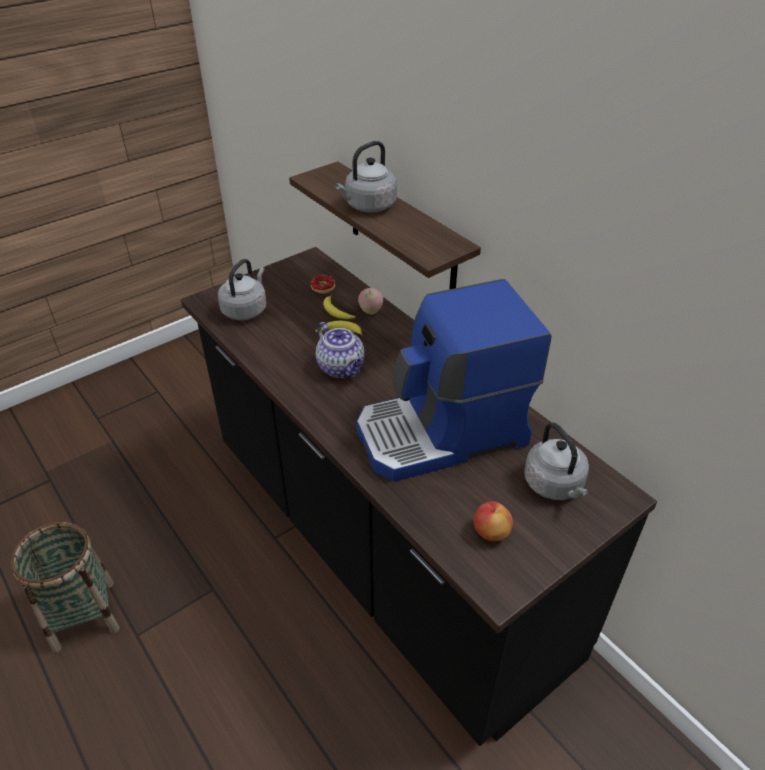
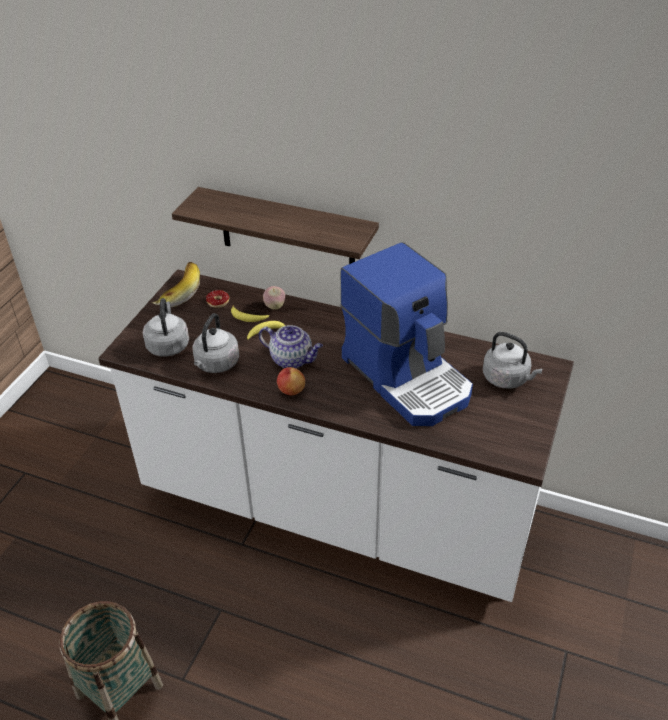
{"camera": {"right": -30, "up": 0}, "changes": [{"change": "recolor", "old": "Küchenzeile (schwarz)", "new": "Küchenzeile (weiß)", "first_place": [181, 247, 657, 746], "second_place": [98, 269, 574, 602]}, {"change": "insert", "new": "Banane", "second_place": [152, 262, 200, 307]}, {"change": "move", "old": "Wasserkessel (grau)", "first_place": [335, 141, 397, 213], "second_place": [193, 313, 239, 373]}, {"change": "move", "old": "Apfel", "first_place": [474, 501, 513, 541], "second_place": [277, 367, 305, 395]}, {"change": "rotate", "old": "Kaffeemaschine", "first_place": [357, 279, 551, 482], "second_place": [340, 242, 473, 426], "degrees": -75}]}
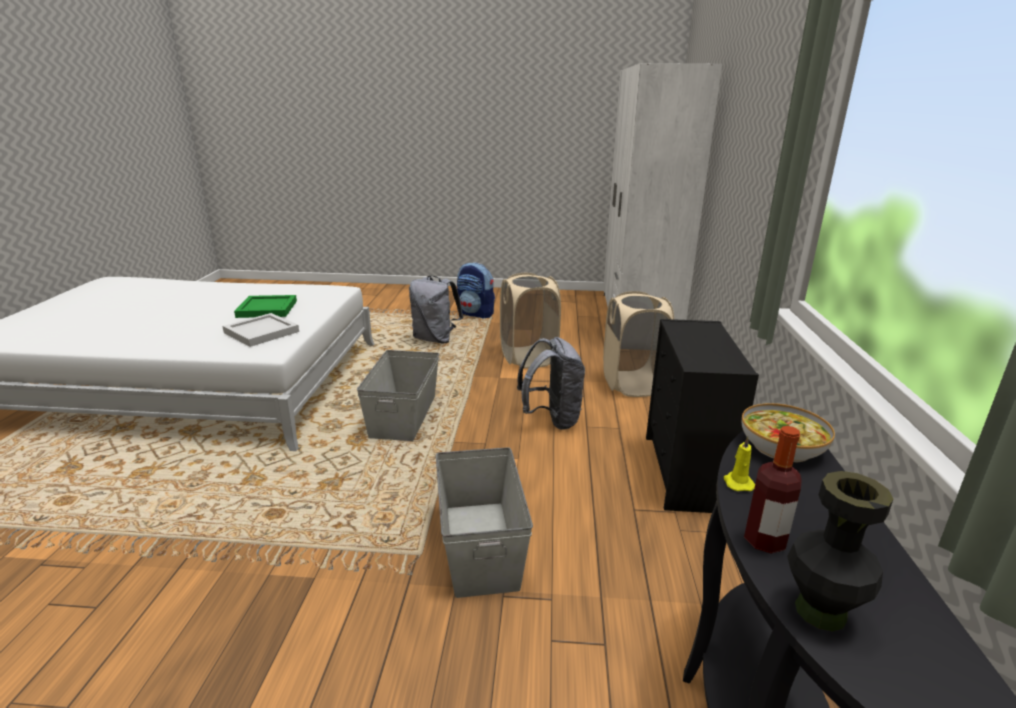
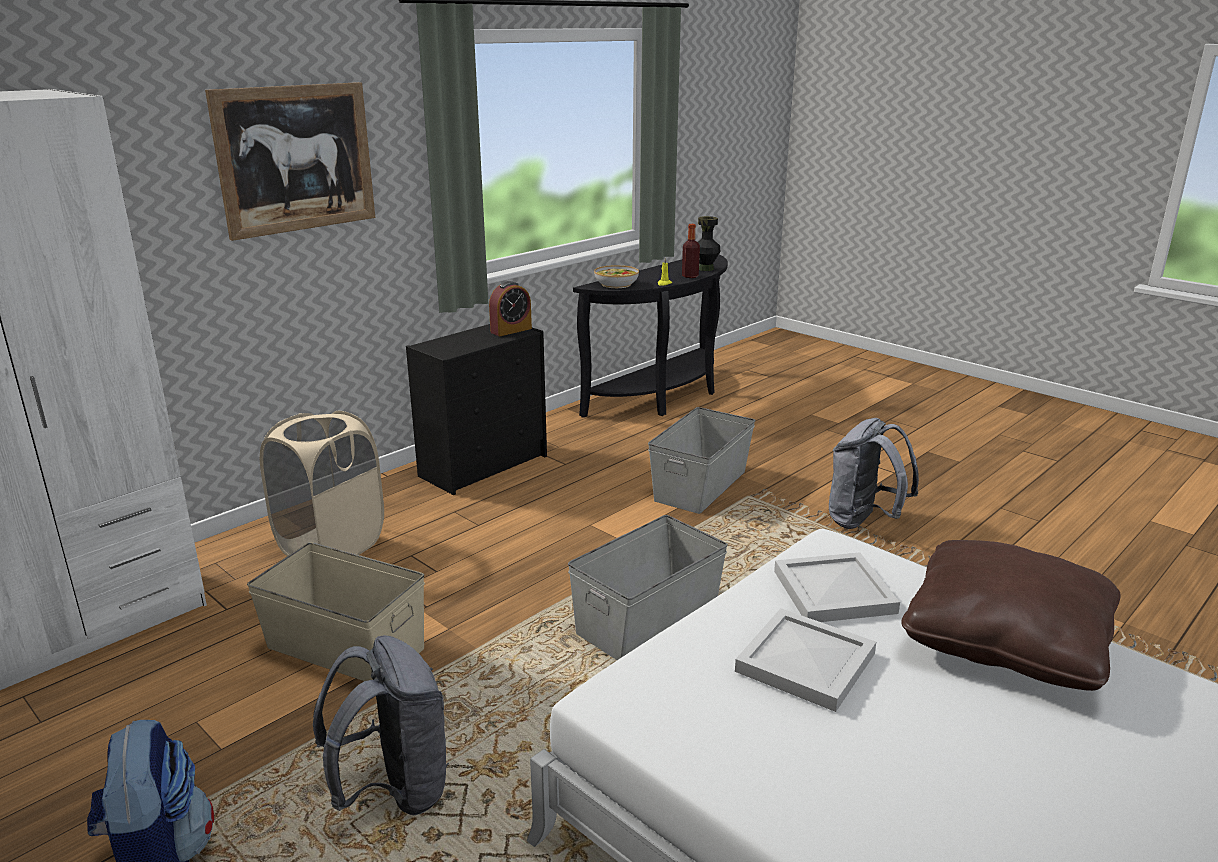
{"camera": {"right": -140, "up": 0}, "changes": [{"change": "insert", "new": "Bild", "second_place": [205, 82, 375, 241]}, {"change": "replace", "old": "Wäschekorb (beige)", "new": "Aufbewahrungsbox (beige)", "first_place": [500, 273, 561, 368], "second_place": [247, 542, 425, 681]}, {"change": "insert", "new": "Wecker", "second_place": [489, 281, 532, 336]}, {"change": "recolor", "old": "Tablett (grün)", "new": "Tablett (weiß)", "first_place": [234, 295, 297, 318], "second_place": [735, 608, 876, 712]}, {"change": "move", "old": "Rucksack (grau)", "first_place": [517, 337, 585, 430], "second_place": [829, 418, 919, 529]}, {"change": "insert", "new": "Kissen (braun)", "second_place": [901, 540, 1121, 691]}]}
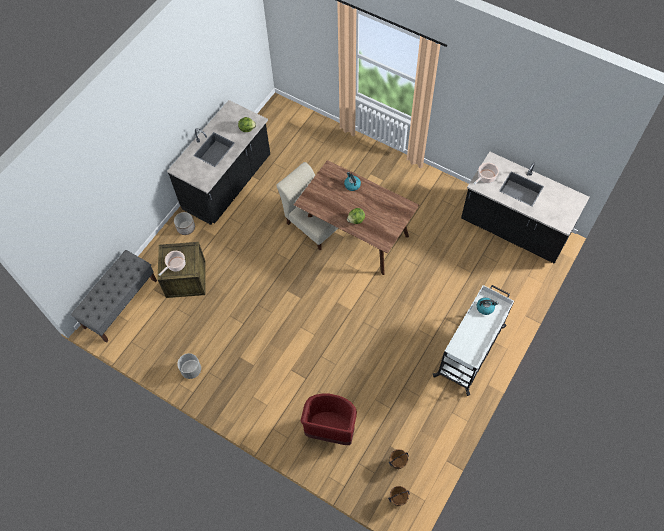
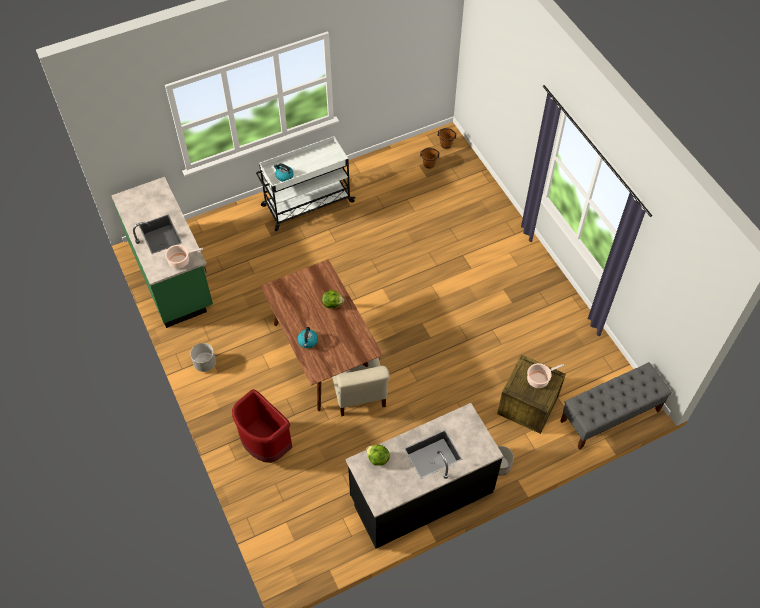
{"camera": {"right": -150, "up": -5}, "changes": [{"change": "recolor", "old": "Küchenzeile (schwarz)", "new": "Küchenzeile (grün)", "first_place": [461, 152, 590, 264], "second_place": [111, 177, 213, 328]}, {"change": "move", "old": "Pflanzkübel (grau)", "first_place": [177, 353, 201, 379], "second_place": [190, 343, 216, 372]}, {"change": "move", "old": "Mülleimer (rot)", "first_place": [301, 393, 357, 445], "second_place": [232, 389, 292, 463]}]}
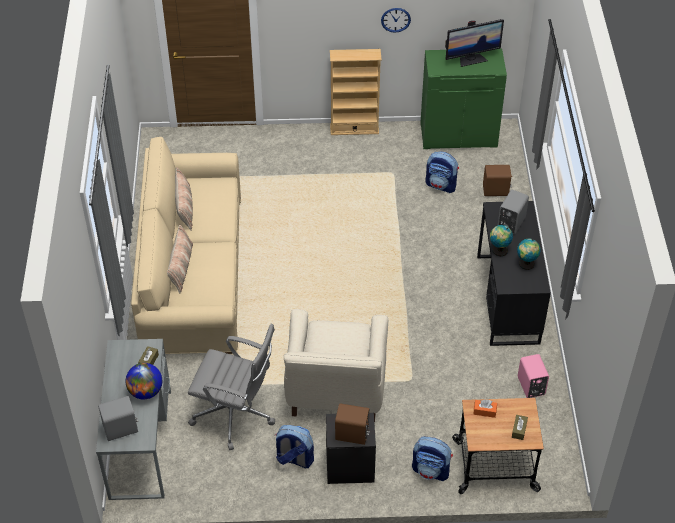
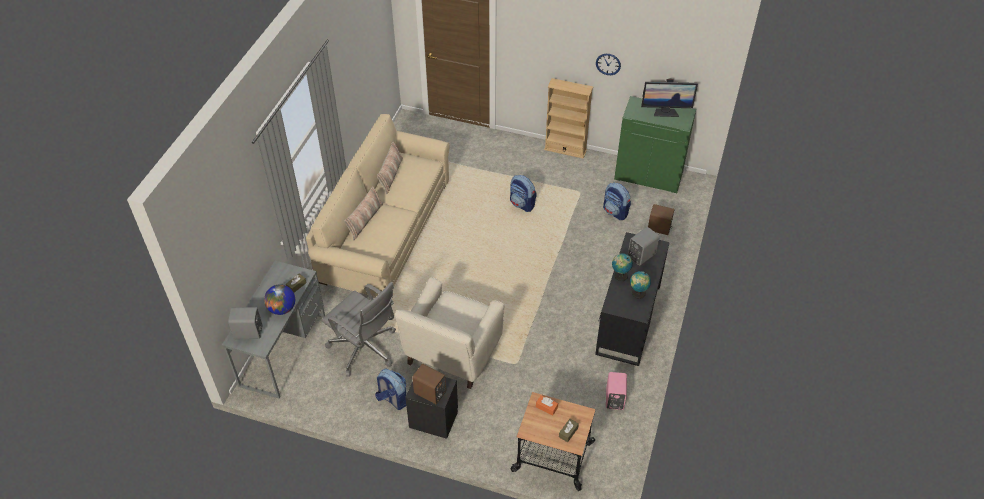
{"camera": {"right": 20, "up": 0}, "changes": [{"change": "move", "old": "Rucksack", "first_place": [412, 437, 453, 481], "second_place": [510, 175, 536, 212]}]}
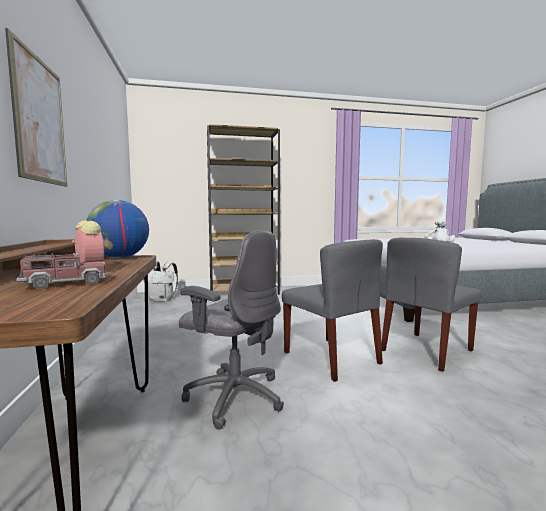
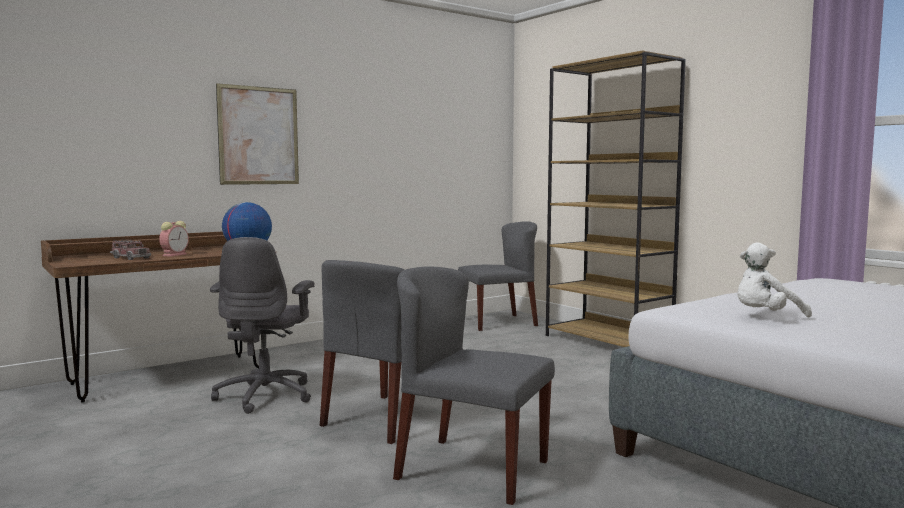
{"camera": {"right": 65, "up": 0}, "changes": [{"change": "replace", "old": "Rucksack (weiß)", "new": "Stuhl (grau)", "first_place": [143, 261, 178, 302], "second_place": [458, 221, 538, 331]}]}
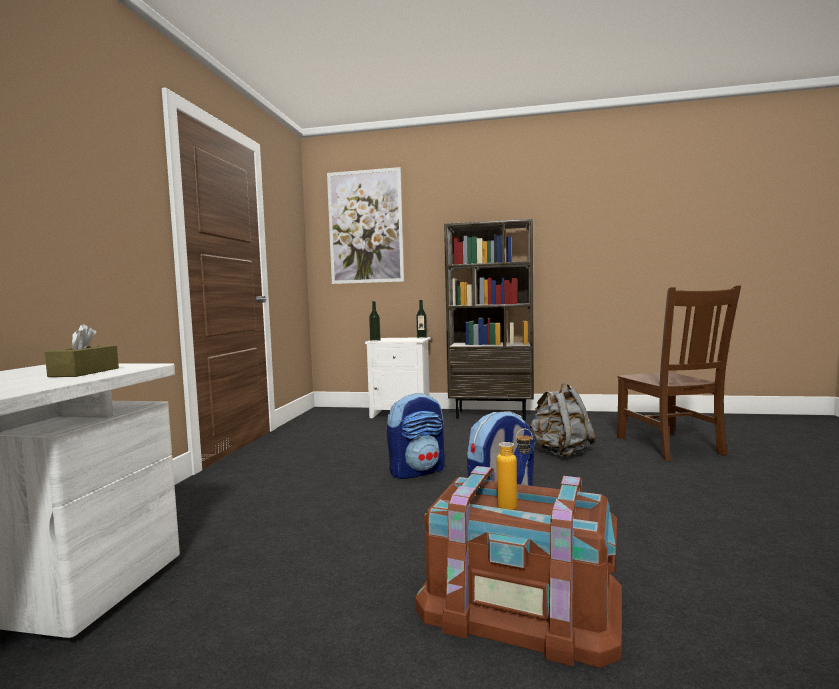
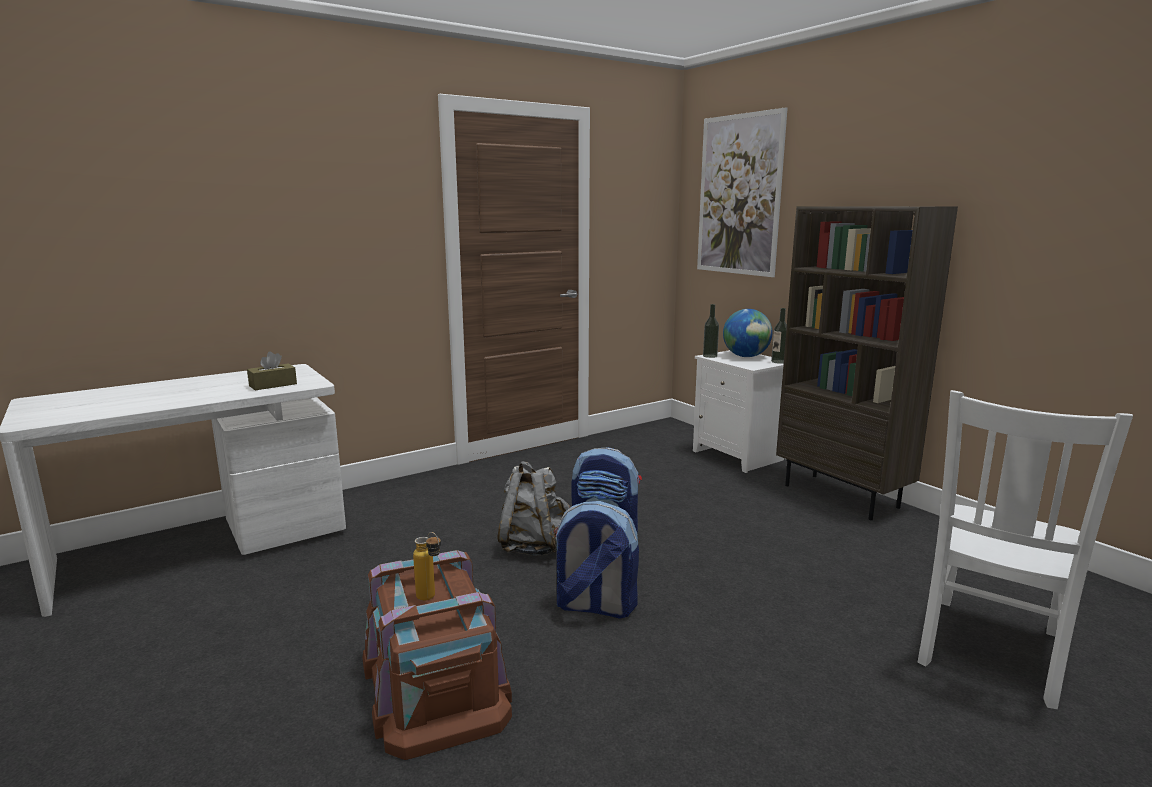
{"camera": {"right": 45, "up": 10}, "changes": [{"change": "move", "old": "Rucksack (grau)", "first_place": [529, 383, 596, 457], "second_place": [497, 461, 570, 556]}, {"change": "insert", "new": "Globus", "second_place": [723, 309, 773, 357]}, {"change": "recolor", "old": "Stuhl (braun)", "new": "Stuhl (weiß)", "first_place": [617, 285, 741, 461], "second_place": [918, 390, 1133, 709]}]}
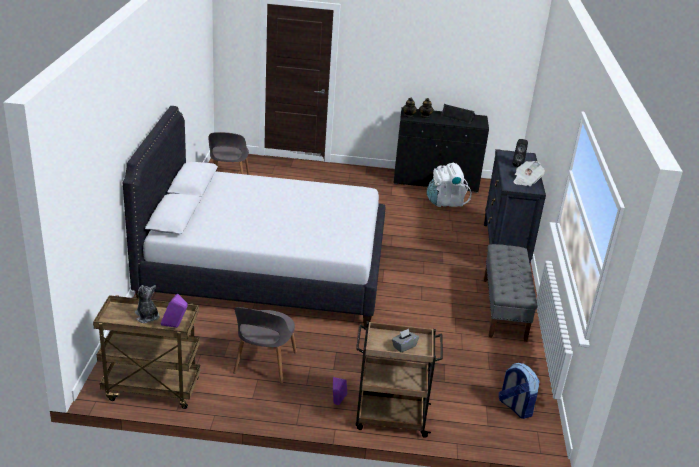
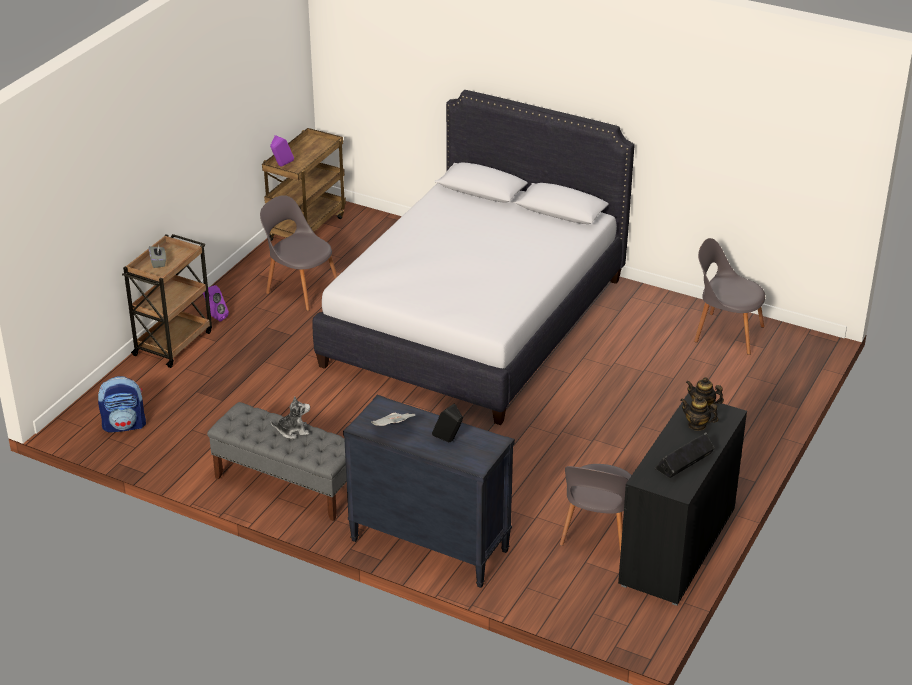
{"camera": {"right": 115, "up": 5}, "changes": [{"change": "move", "old": "Plüschtier", "first_place": [135, 285, 160, 323], "second_place": [271, 396, 310, 439]}, {"change": "replace", "old": "Rucksack (weiß)", "new": "Stuhl (grau)", "first_place": [427, 163, 472, 207], "second_place": [560, 464, 632, 554]}]}
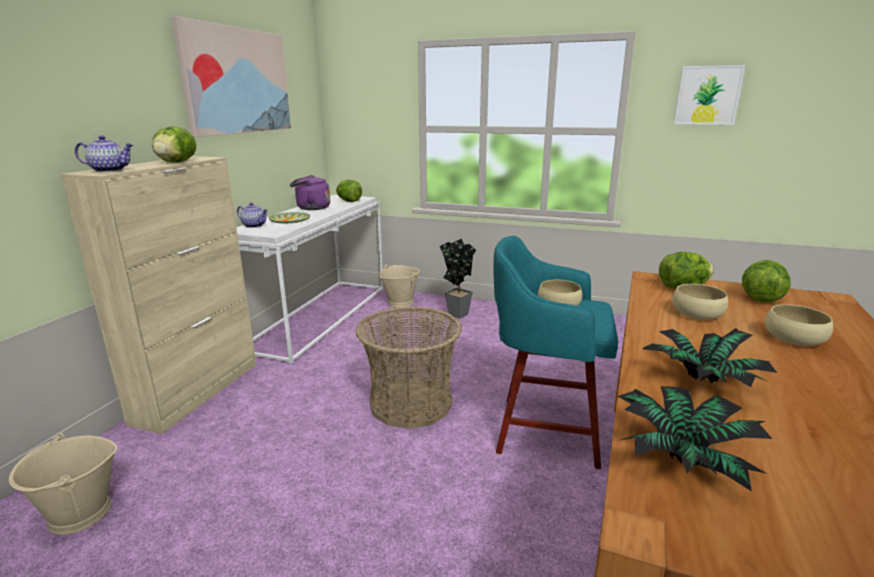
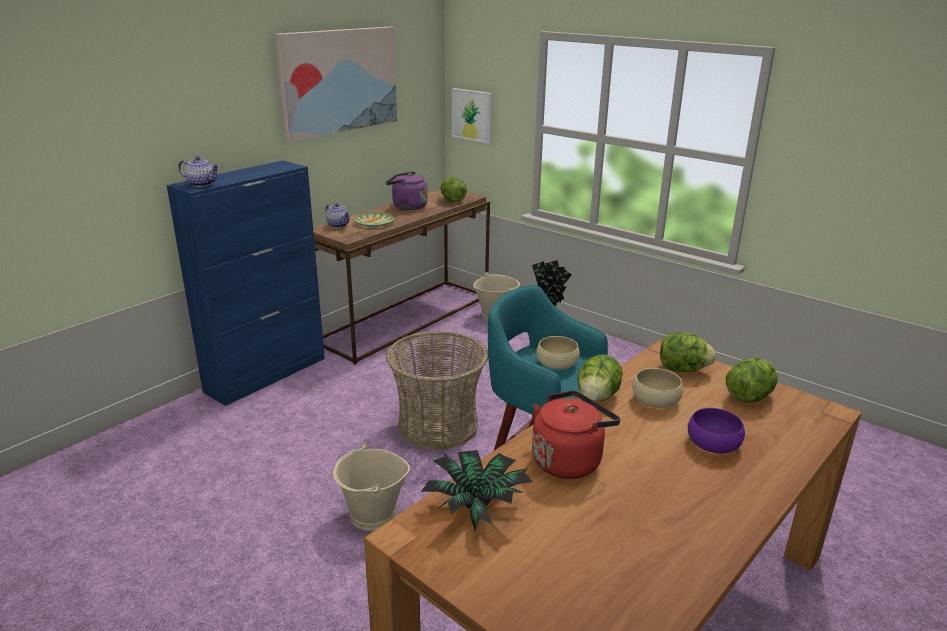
{"camera": {"right": 20, "up": 5}, "changes": [{"change": "recolor", "old": "Schrank (beige)", "new": "Schrank (blau)", "first_place": [60, 156, 257, 434], "second_place": [166, 160, 325, 406]}, {"change": "recolor", "old": "Konsolentisch (weiß)", "new": "Konsolentisch (braun)", "first_place": [236, 195, 384, 364], "second_place": [313, 189, 490, 364]}, {"change": "move", "old": "Eimer (beige)", "first_place": [9, 433, 117, 535], "second_place": [333, 443, 410, 531]}, {"change": "move", "old": "Bild", "first_place": [674, 65, 745, 125], "second_place": [452, 88, 492, 143]}, {"change": "replace", "old": "Topfpflanze", "new": "Wasserkessel (rot)", "first_place": [643, 328, 777, 387], "second_place": [532, 390, 620, 479]}, {"change": "move", "old": "Salatkopf", "first_place": [152, 126, 196, 163], "second_place": [577, 354, 623, 402]}, {"change": "recolor", "old": "Schüssel (beige)", "new": "Schüssel (lila)", "first_place": [765, 304, 833, 346], "second_place": [688, 408, 745, 453]}]}
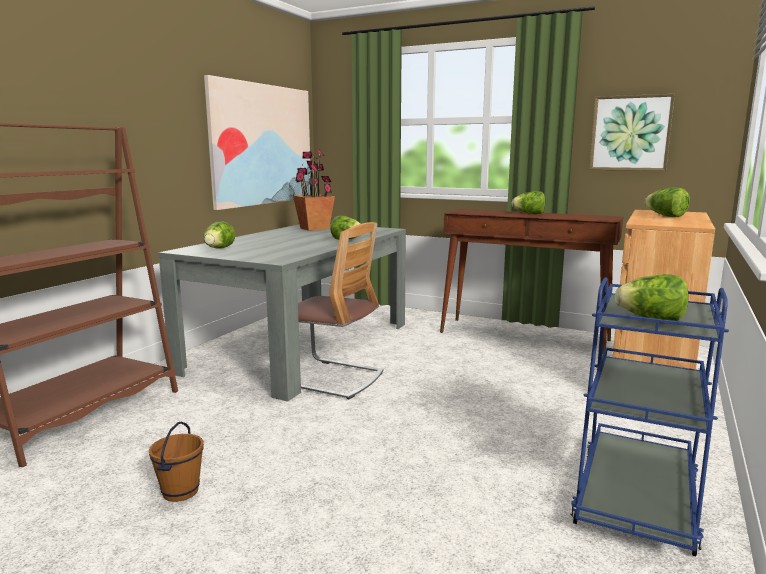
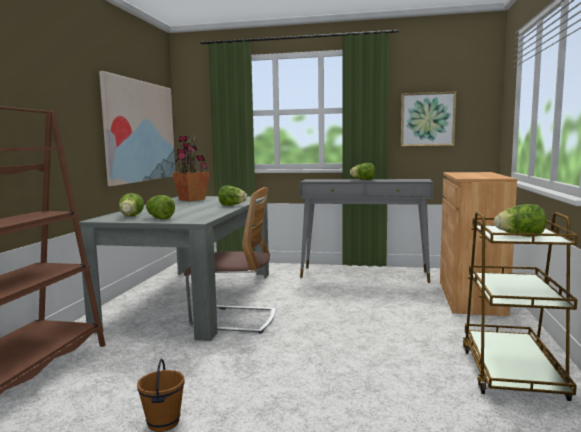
{"camera": {"right": -15, "up": -5}, "changes": [{"change": "move", "old": "Salatkopf", "first_place": [645, 187, 690, 217], "second_place": [146, 195, 175, 219]}, {"change": "recolor", "old": "Konsolentisch (braun)", "new": "Konsolentisch (grau)", "first_place": [440, 209, 623, 355], "second_place": [299, 179, 433, 283]}, {"change": "recolor", "old": "Rollwagen (blau)", "new": "Rollwagen (braun)", "first_place": [571, 277, 729, 557], "second_place": [463, 211, 578, 401]}]}
